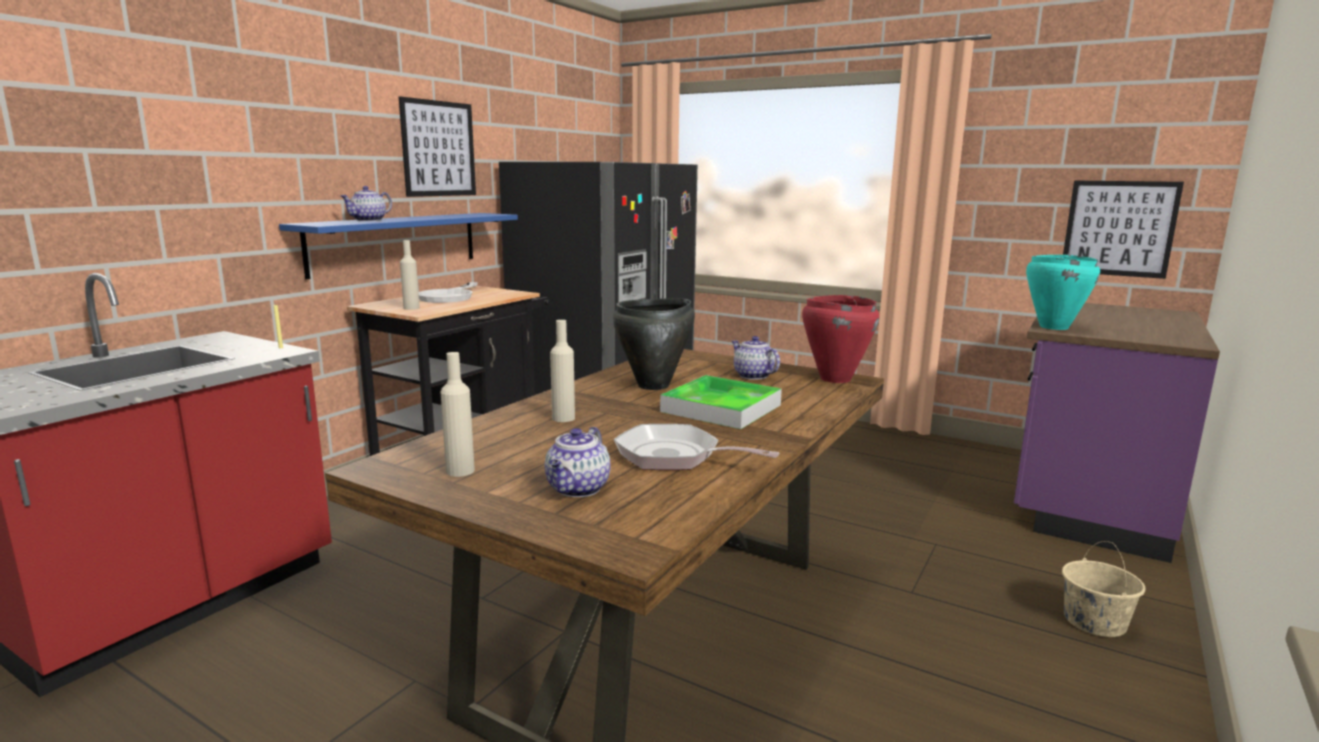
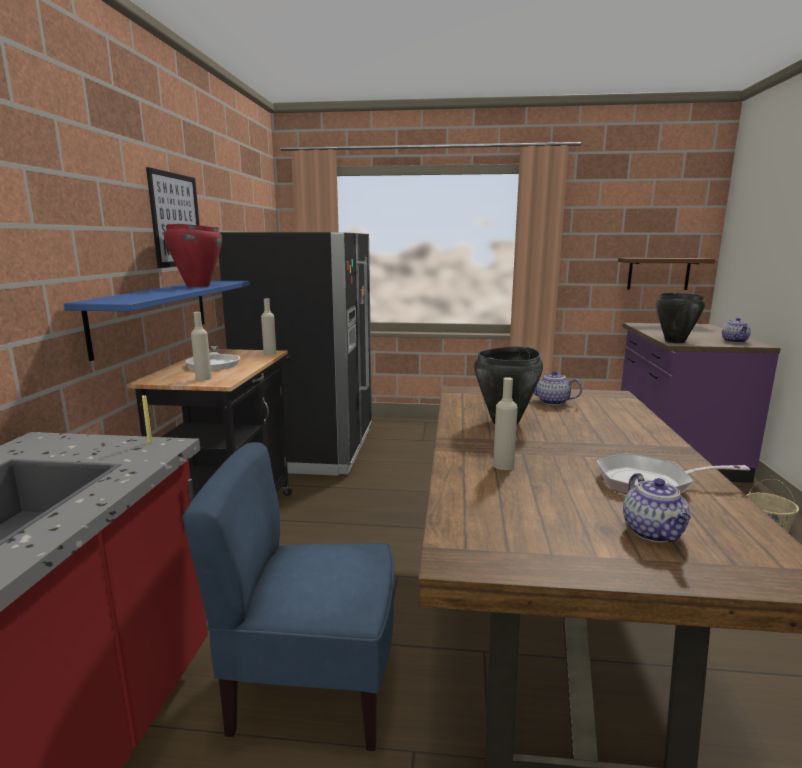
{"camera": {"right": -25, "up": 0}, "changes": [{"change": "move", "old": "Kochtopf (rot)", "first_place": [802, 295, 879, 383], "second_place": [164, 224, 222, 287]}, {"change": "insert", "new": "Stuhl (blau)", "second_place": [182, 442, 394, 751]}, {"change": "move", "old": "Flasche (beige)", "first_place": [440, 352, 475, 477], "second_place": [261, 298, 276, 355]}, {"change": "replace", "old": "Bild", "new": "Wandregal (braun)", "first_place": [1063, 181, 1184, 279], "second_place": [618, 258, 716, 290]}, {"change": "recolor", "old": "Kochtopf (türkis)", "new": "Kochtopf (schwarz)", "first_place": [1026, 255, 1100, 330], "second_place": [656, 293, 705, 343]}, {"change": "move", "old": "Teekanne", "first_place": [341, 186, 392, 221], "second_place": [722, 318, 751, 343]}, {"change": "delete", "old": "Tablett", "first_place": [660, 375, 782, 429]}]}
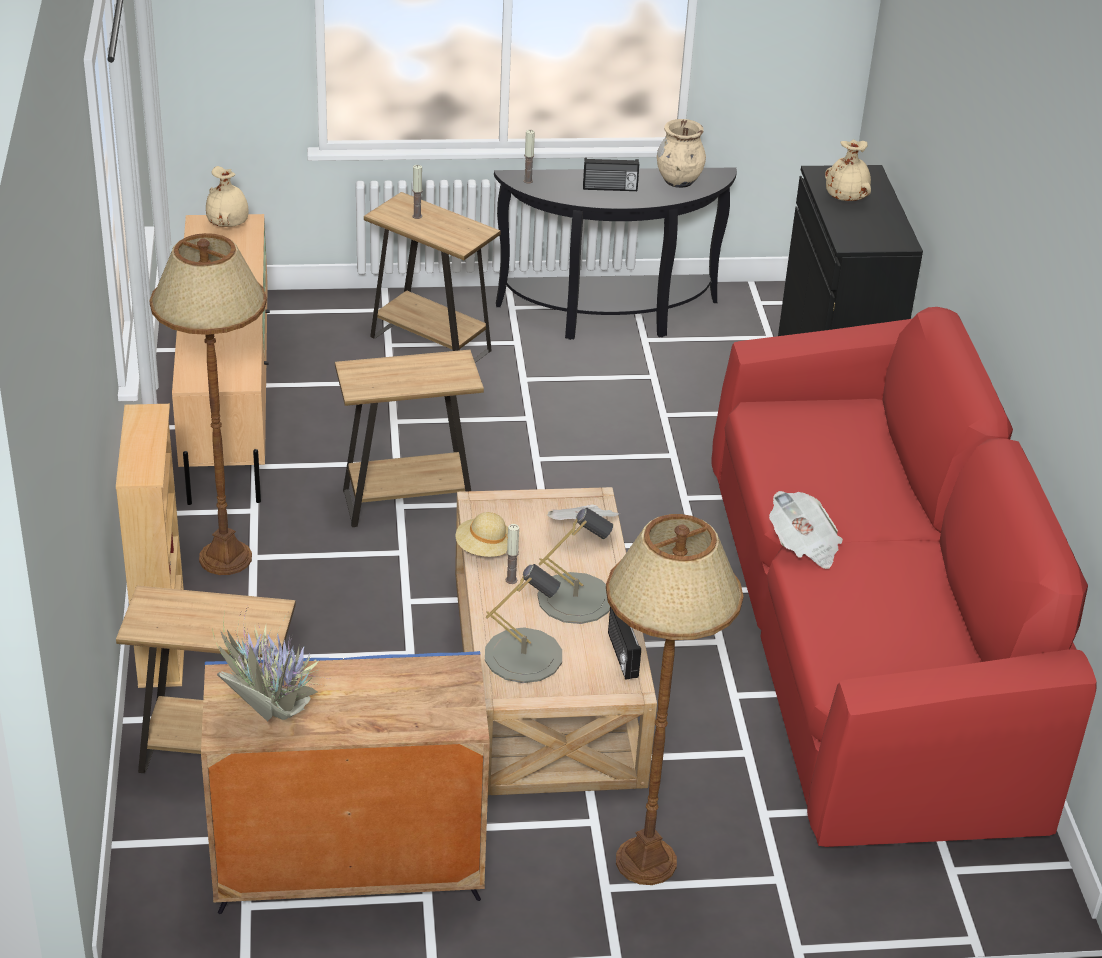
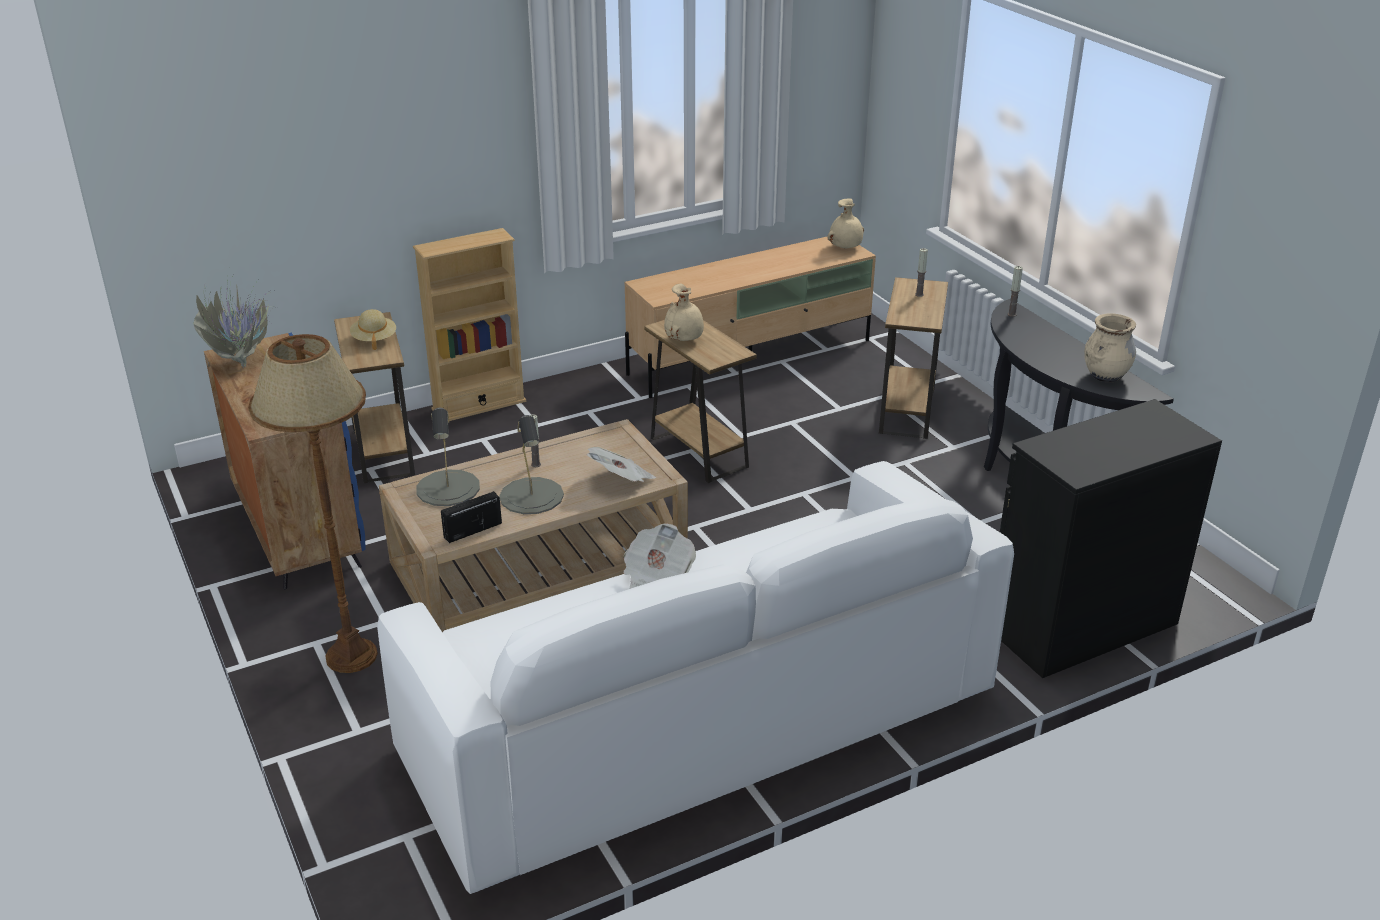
{"camera": {"right": 70, "up": -5}, "changes": [{"change": "move", "old": "Hut (beige)", "first_place": [456, 512, 508, 557], "second_place": [350, 309, 396, 350]}, {"change": "recolor", "old": "Sofa (rot)", "new": "Sofa (weiß)", "first_place": [712, 307, 1097, 847], "second_place": [377, 461, 1014, 894]}, {"change": "move", "old": "Vase (beige)", "first_place": [825, 140, 871, 201], "second_place": [664, 283, 704, 341]}, {"change": "delete", "old": "Stehlampe (braun)", "first_place": [149, 233, 267, 575]}, {"change": "delete", "old": "Radio", "first_place": [583, 158, 640, 191]}]}
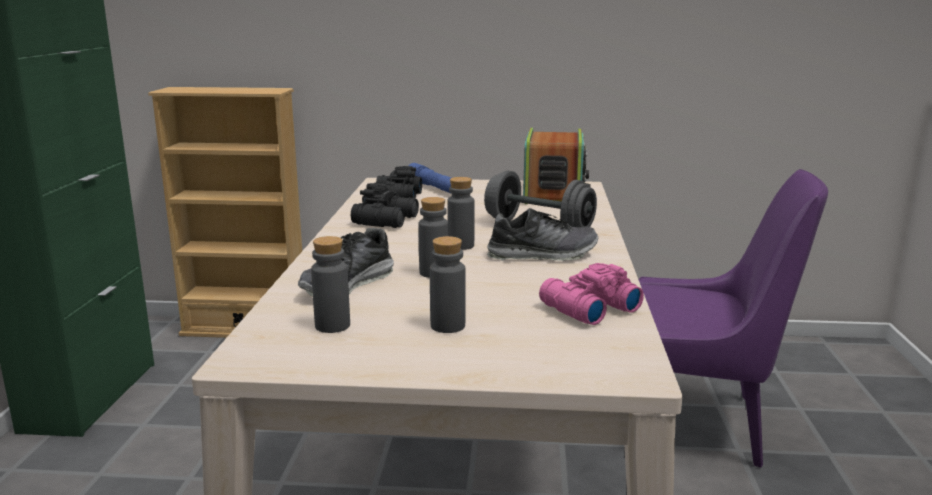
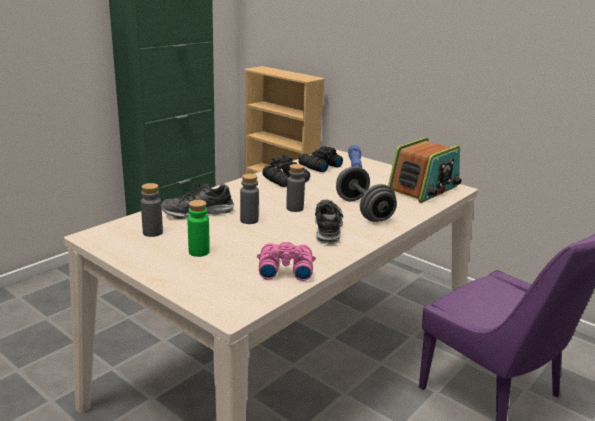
{"camera": {"right": 35, "up": 5}, "changes": [{"change": "recolor", "old": "Flasche (grau)", "new": "Flasche (grün)", "first_place": [430, 236, 466, 333], "second_place": [187, 200, 210, 257]}, {"change": "rotate", "old": "Schuh", "first_place": [487, 208, 598, 261], "second_place": [315, 200, 343, 245], "degrees": -120}]}
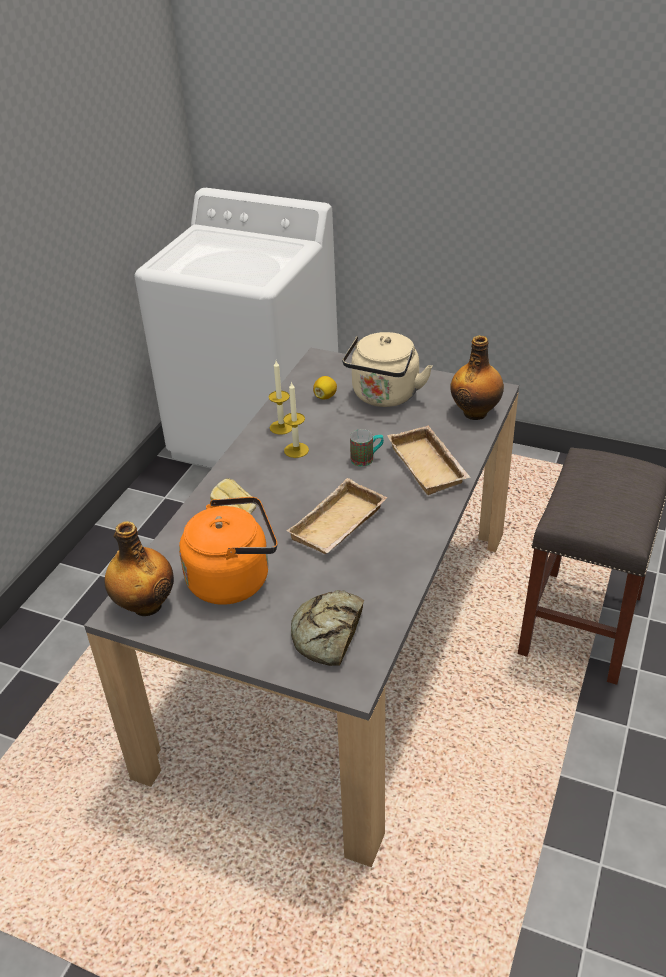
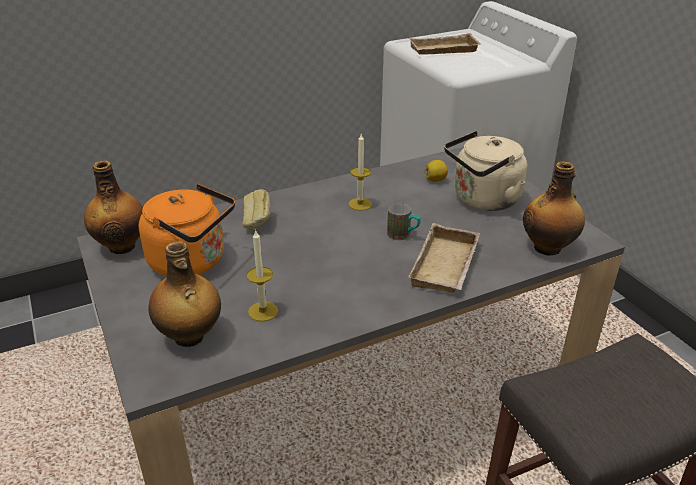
{"camera": {"right": 40, "up": -5}, "changes": [{"change": "replace", "old": "Brot", "new": "Flasche", "first_place": [291, 590, 364, 666], "second_place": [149, 241, 221, 347]}, {"change": "move", "old": "Kerze", "first_place": [269, 361, 292, 435], "second_place": [246, 231, 278, 321]}, {"change": "move", "old": "Tablett (beige)", "first_place": [286, 478, 387, 554], "second_place": [409, 33, 481, 54]}]}
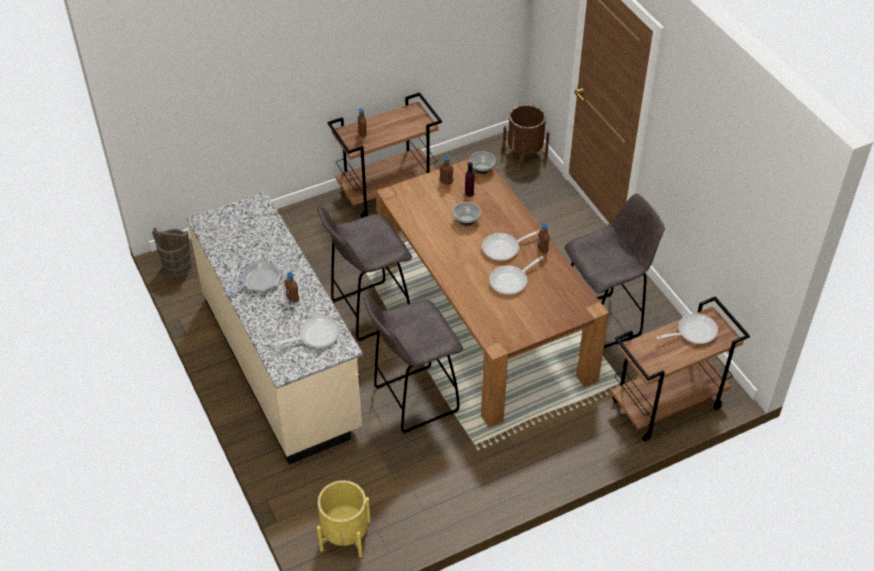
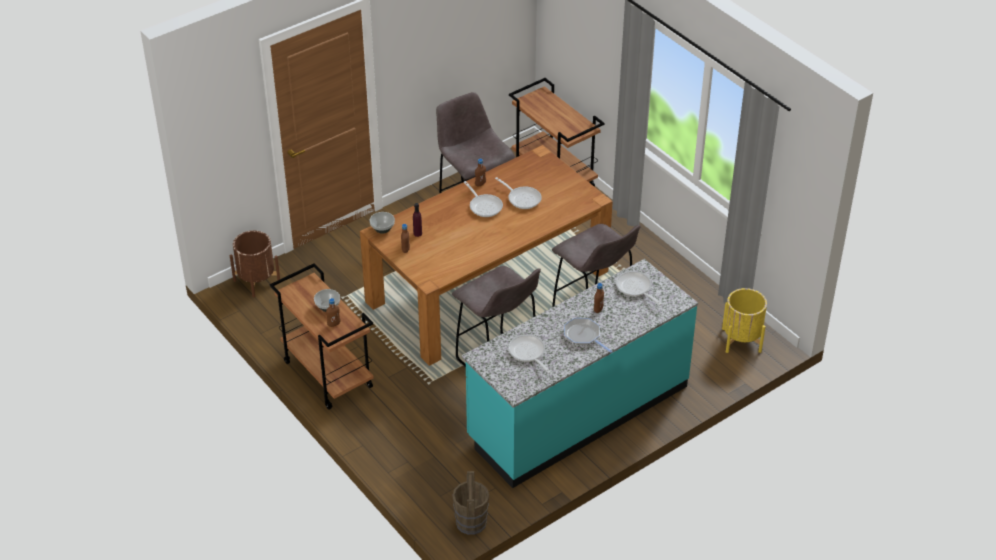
{"camera": {"right": -100, "up": -5}, "changes": [{"change": "move", "old": "Schüssel", "first_place": [453, 202, 481, 226], "second_place": [314, 289, 340, 312]}, {"change": "recolor", "old": "Küchenzeile (beige)", "new": "Küchenzeile (türkis)", "first_place": [187, 191, 363, 465], "second_place": [461, 259, 698, 488]}, {"change": "move", "old": "Pfanne", "first_place": [656, 313, 718, 344], "second_place": [508, 334, 551, 373]}]}
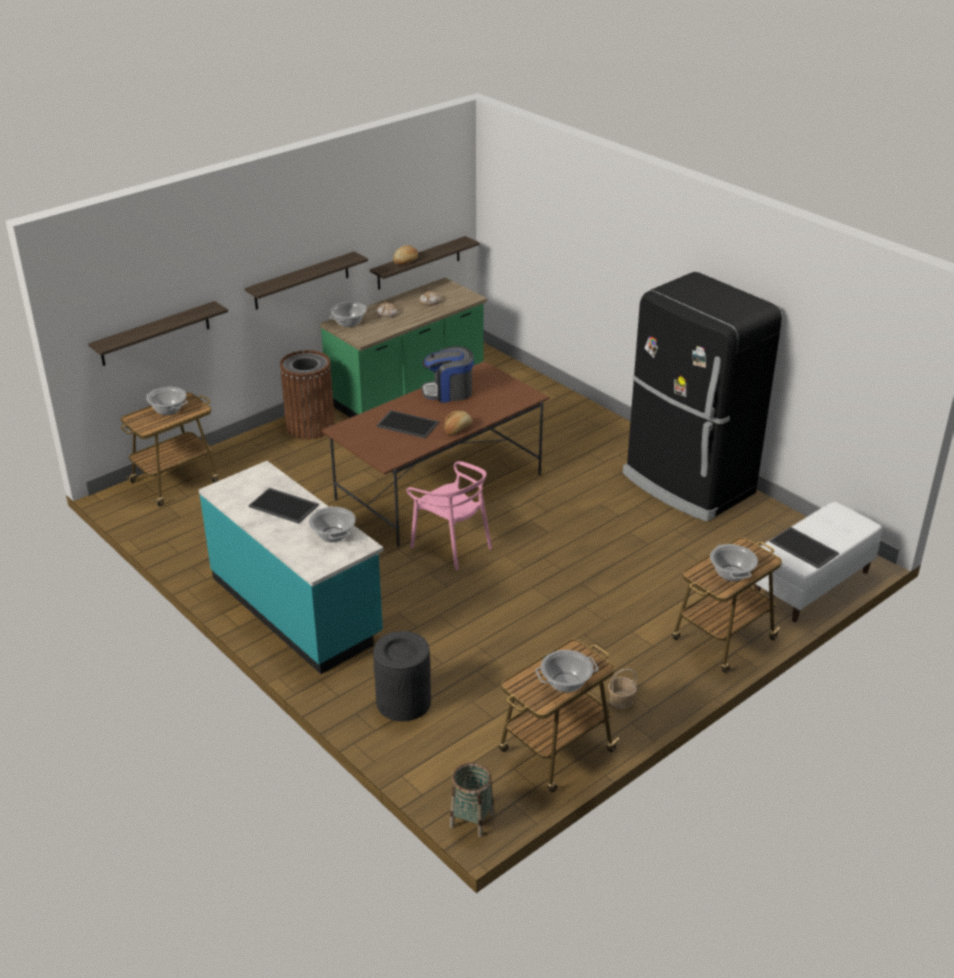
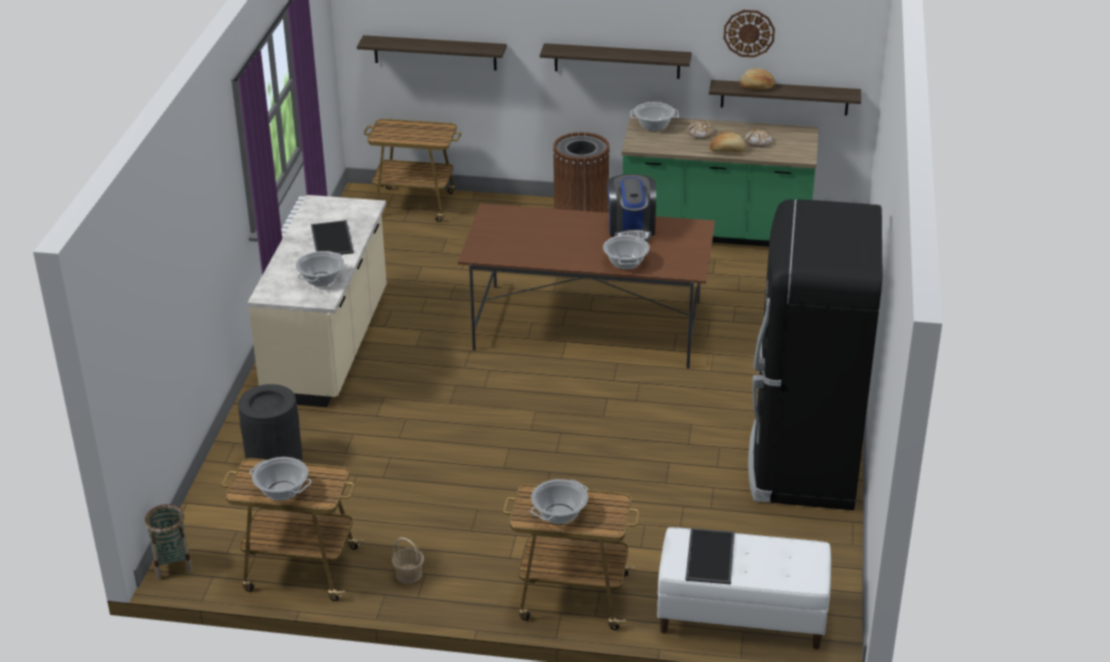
{"camera": {"right": 50, "up": 0}, "changes": [{"change": "recolor", "old": "Küchenzeile (türkis)", "new": "Küchenzeile (beige)", "first_place": [199, 461, 384, 674], "second_place": [248, 195, 387, 407]}, {"change": "move", "old": "Kochtopf", "first_place": [146, 387, 188, 415], "second_place": [603, 235, 650, 270]}, {"change": "rotate", "old": "Kaffeemaschine", "first_place": [422, 346, 474, 403], "second_place": [607, 174, 656, 242], "degrees": -135}, {"change": "move", "old": "Brot", "first_place": [444, 411, 473, 435], "second_place": [710, 132, 746, 153]}, {"change": "insert", "new": "Wanduhr", "second_place": [724, 10, 775, 58]}, {"change": "delete", "old": "Tablett", "first_place": [377, 410, 439, 438]}, {"change": "delete", "old": "Stuhl (rosa)", "first_place": [406, 461, 492, 570]}]}
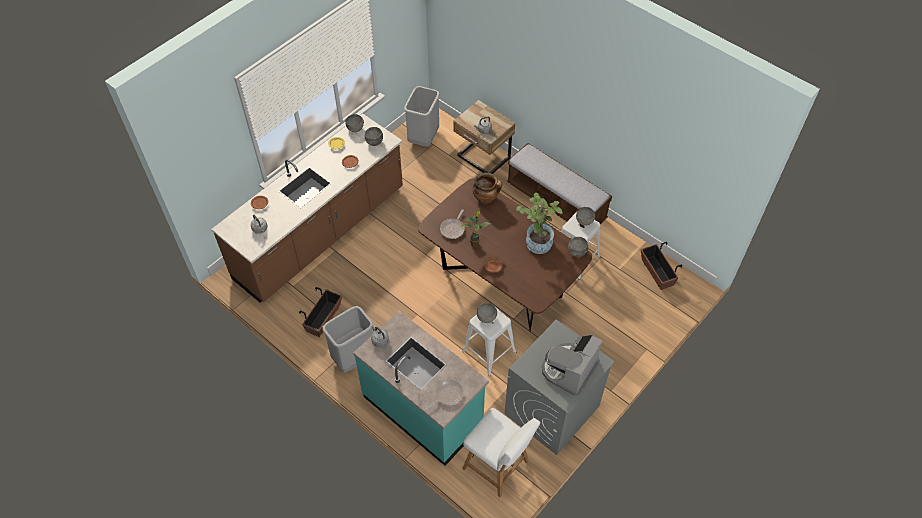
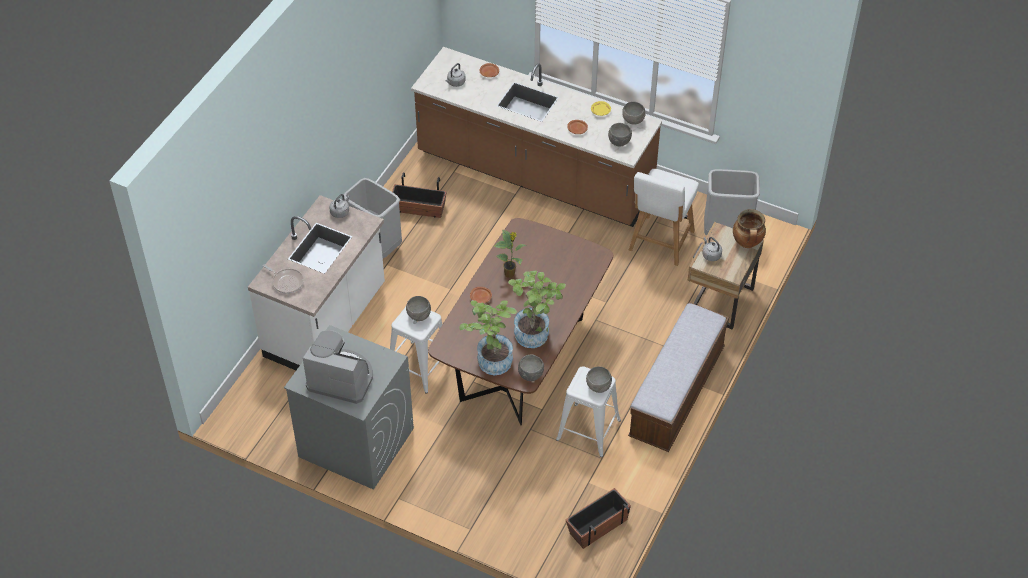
{"camera": {"right": 75, "up": -5}, "changes": [{"change": "recolor", "old": "Küchenzeile (türkis)", "new": "Küchenzeile (weiß)", "first_place": [353, 311, 489, 466], "second_place": [248, 195, 385, 370]}, {"change": "insert", "new": "Topfpflanze", "second_place": [459, 300, 517, 375]}, {"change": "move", "old": "Stuhl (weiß)", "first_place": [462, 408, 540, 497], "second_place": [629, 169, 699, 266]}, {"change": "move", "old": "Kochtopf", "first_place": [473, 172, 502, 203], "second_place": [733, 209, 766, 248]}, {"change": "delete", "old": "Pfanne", "first_place": [440, 209, 465, 239]}]}
